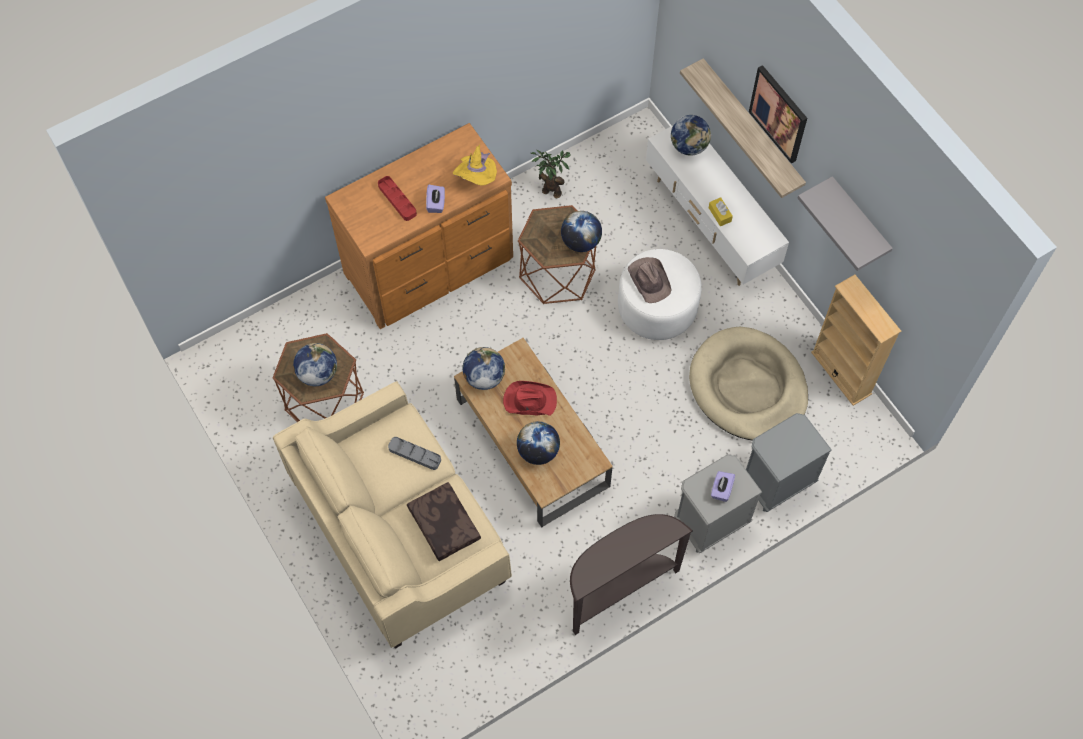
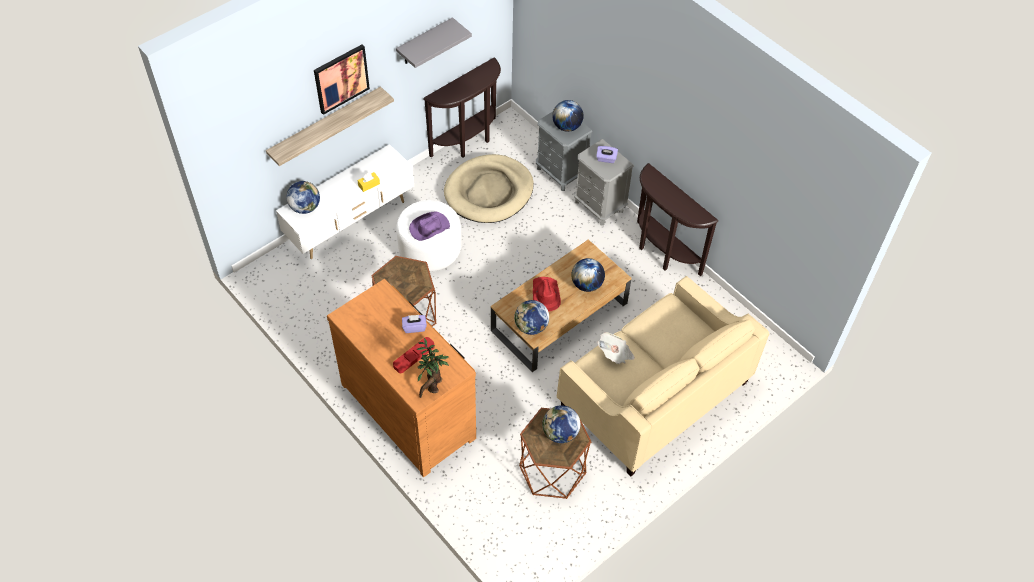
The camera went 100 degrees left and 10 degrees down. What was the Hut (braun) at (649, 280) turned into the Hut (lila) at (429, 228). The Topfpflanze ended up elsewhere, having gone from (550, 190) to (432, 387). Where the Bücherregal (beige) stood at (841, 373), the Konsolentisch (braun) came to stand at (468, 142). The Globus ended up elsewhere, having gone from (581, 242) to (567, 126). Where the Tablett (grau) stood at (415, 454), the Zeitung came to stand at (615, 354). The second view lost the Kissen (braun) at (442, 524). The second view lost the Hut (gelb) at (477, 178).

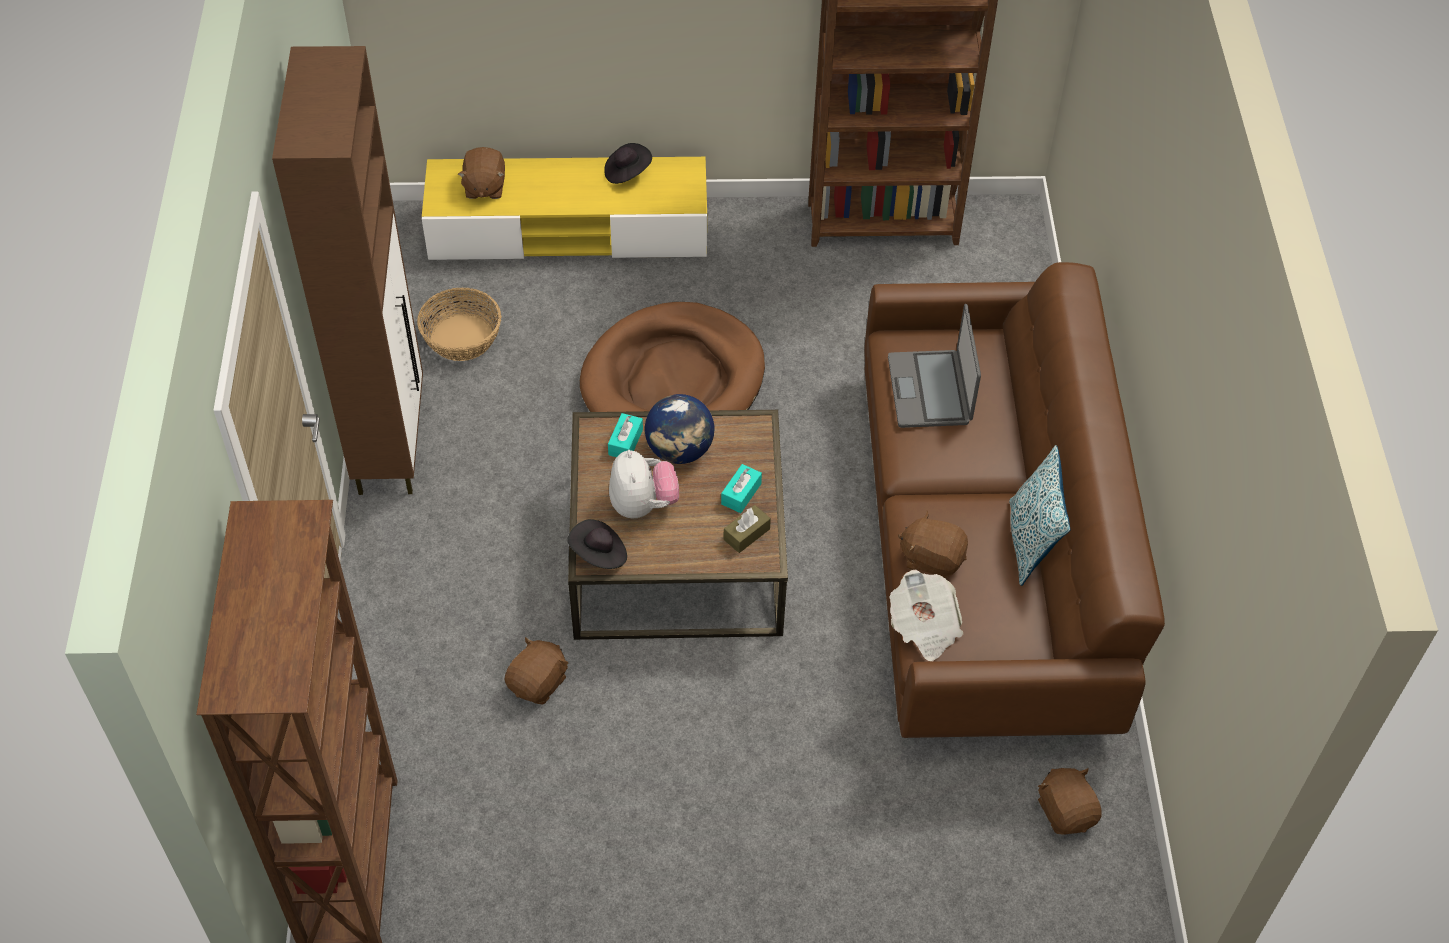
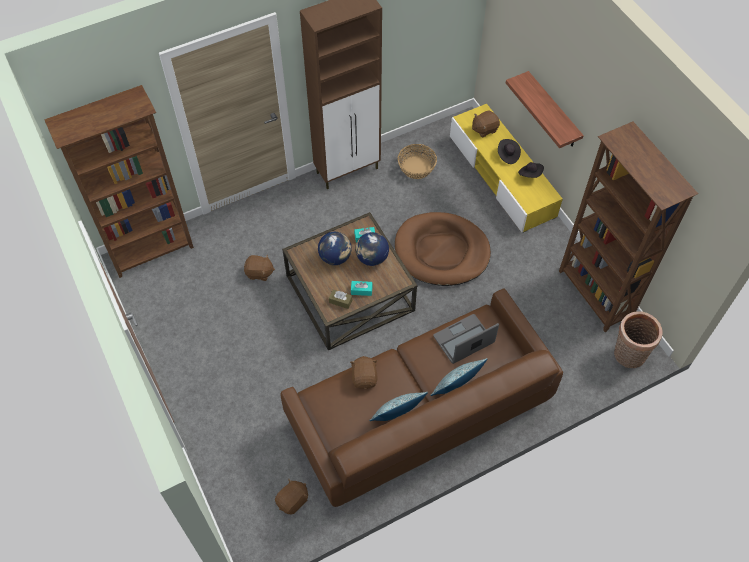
The camera went 65 degrees right and 5 degrees up. Where the Plüschtier stood at (643, 504), the Globus came to stand at (335, 257). The second view gained the Kissen at (456, 387). The Hut (schwarz) ended up elsewhere, having gone from (599, 554) to (507, 155). The second view gained the Wandregal at (553, 111). The second view gained the Korb at (627, 356). The second view lost the Zeitung at (924, 627).

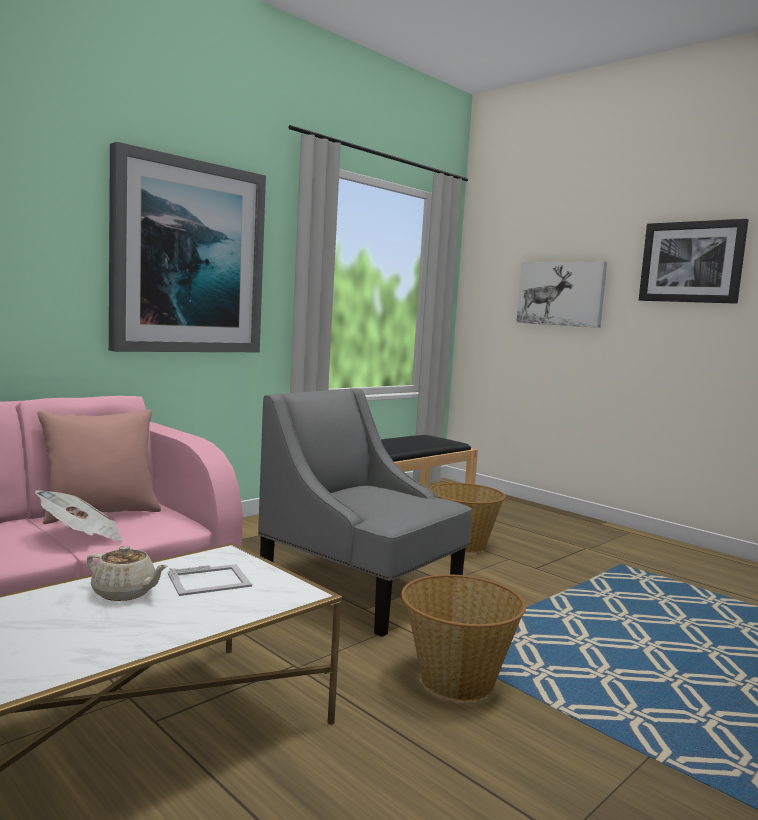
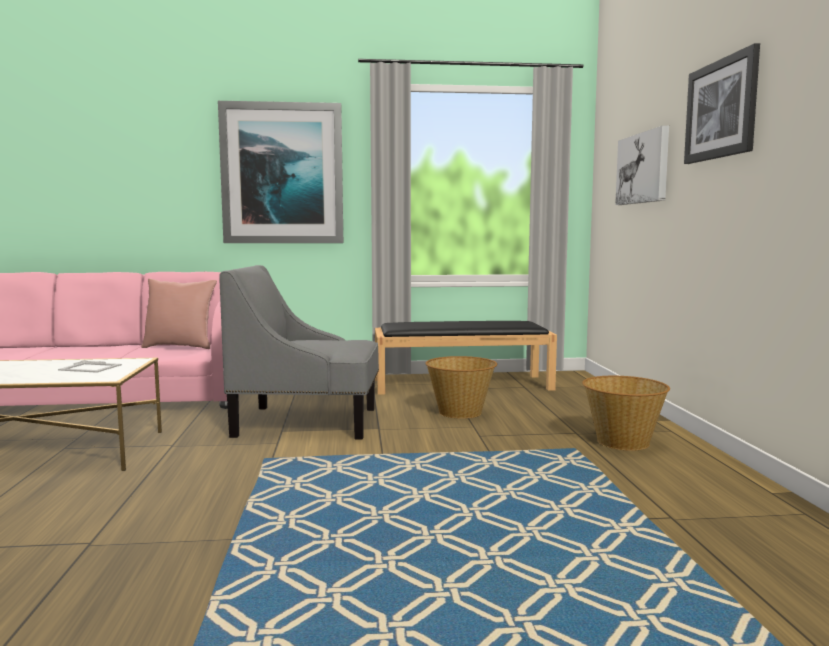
The camera went 40 degrees right and 0 degrees up. The Sessel (grau) at (361, 590) ended up facing another way, 75 degrees counterclockwise from before. The Korb ended up elsewhere, having gone from (456, 679) to (622, 442). The second view lost the Zeitung at (82, 537). The second view lost the Teekanne (beige) at (125, 593).

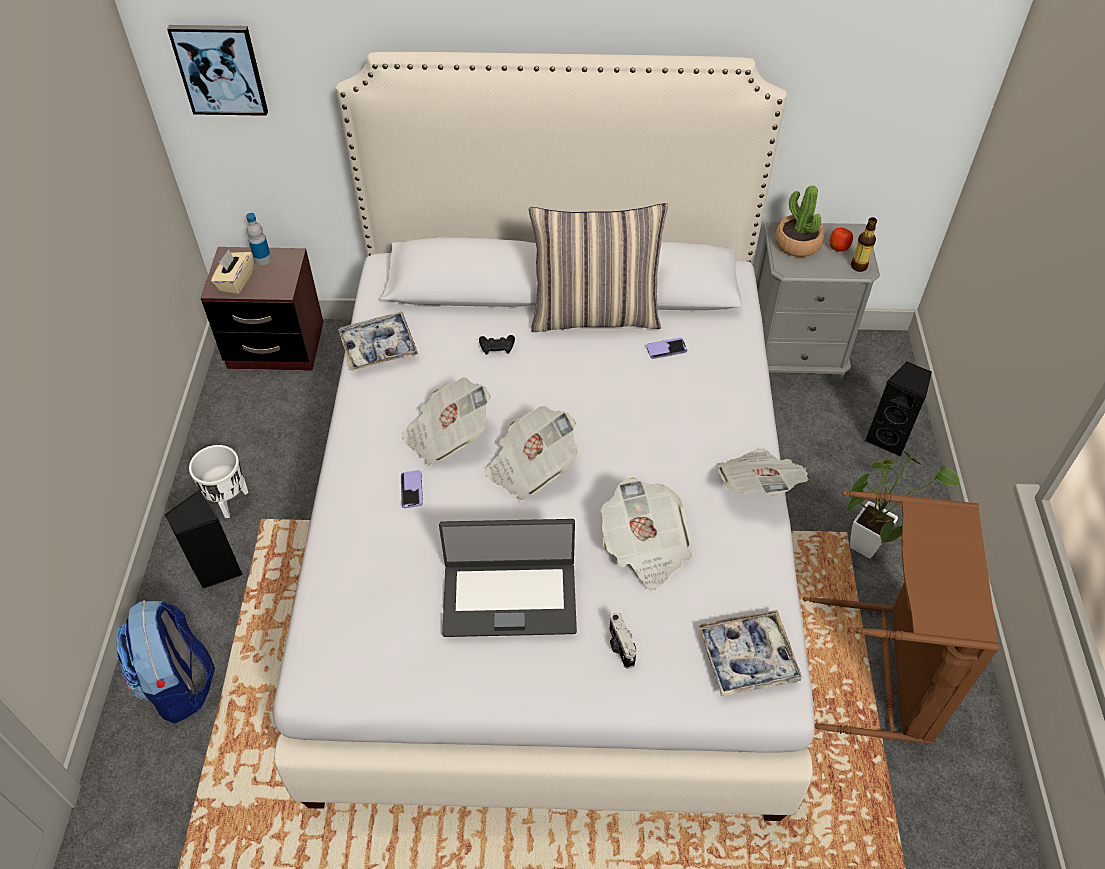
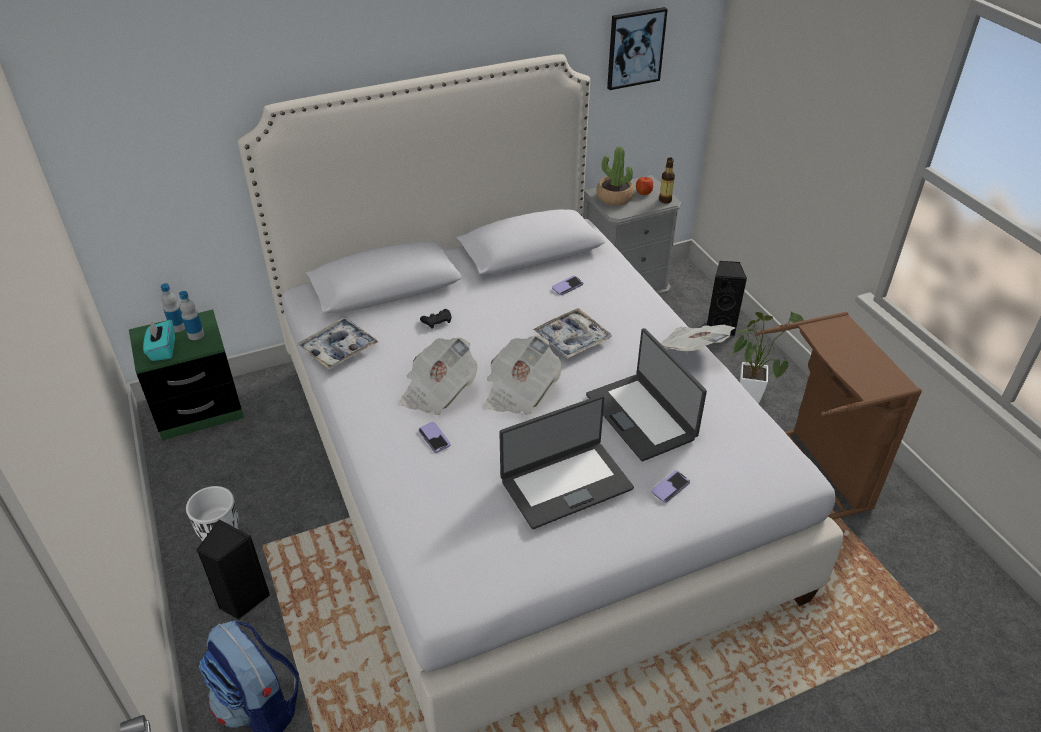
The camera went 25 degrees left and 10 degrees down. What was the Nachttisch (braun) at (276, 345) turned into the Nachttisch (grün) at (199, 409). What was the Taschentuchbox (beige) at (236, 282) turned into the Taschentuchbox (türkis) at (162, 350). The second view gained the Flasche at (196, 335). The Tablett ended up elsewhere, having gone from (747, 657) to (572, 339). Where the Zeitung stood at (645, 547), the Laptop came to stand at (641, 416). The Bild ended up elsewhere, having gone from (220, 69) to (635, 48). Where the Kamera stood at (620, 647), the Handy came to stand at (670, 487). The second view lost the Kissen at (595, 314).

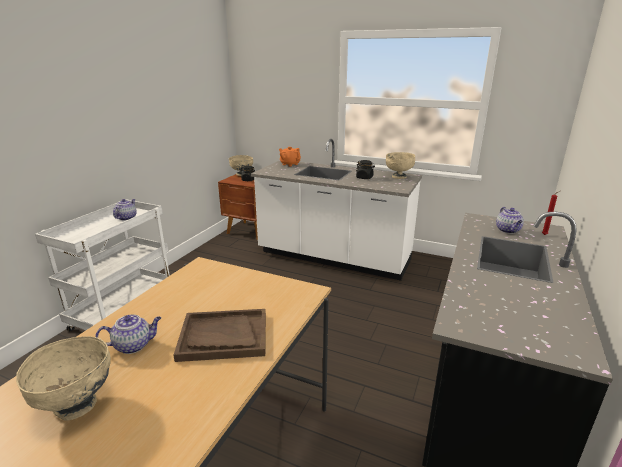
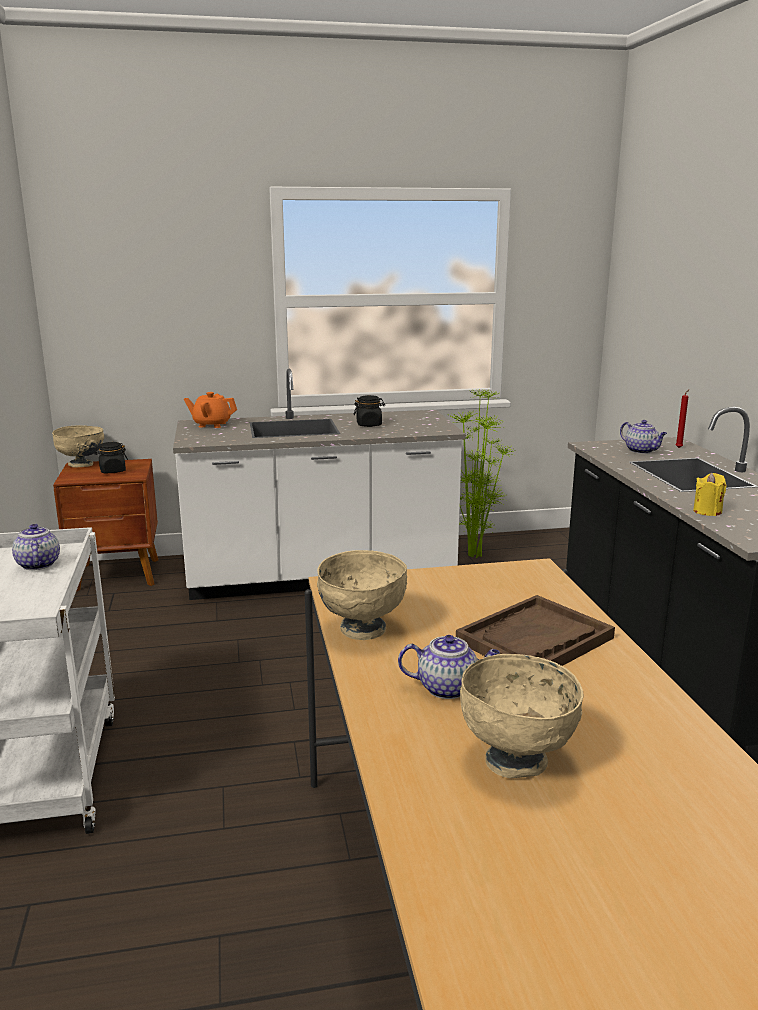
The camera went 35 degrees left and 5 degrees down. The Schüssel (beige) ended up elsewhere, having gone from (398, 177) to (361, 630). The Teekanne at (134, 345) ended up facing another way, 60 degrees clockwise from before. The second view gained the Topfpflanze at (475, 555). The second view gained the Kerze (gelb) at (707, 511).

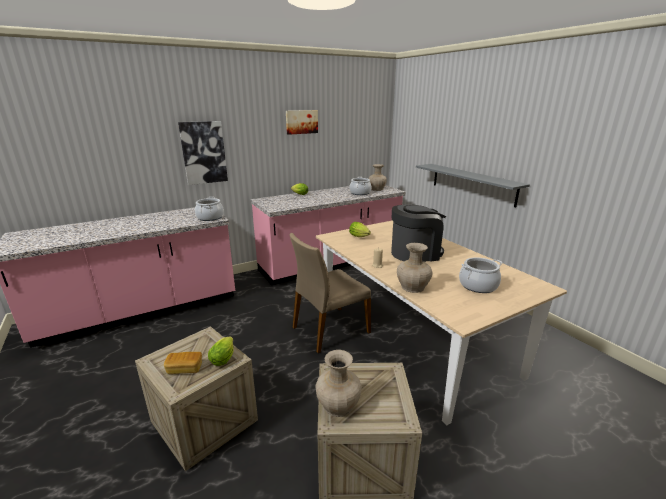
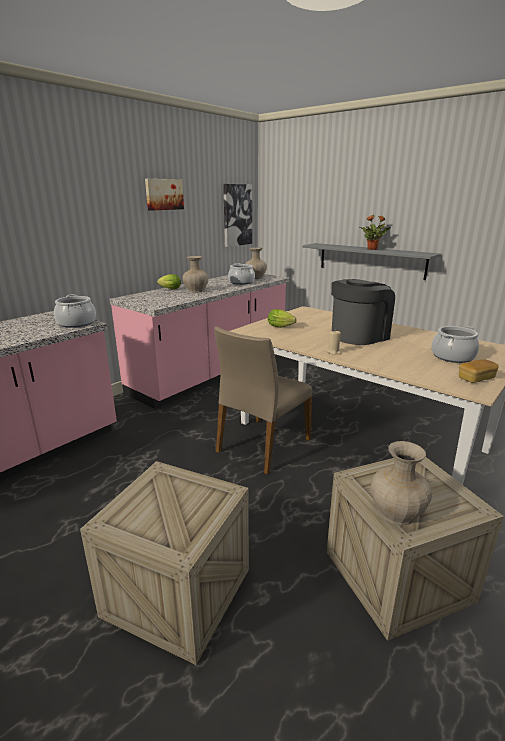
The camera went 20 degrees left and 0 degrees up. The Vase (beige) ended up elsewhere, having gone from (412, 287) to (196, 290). The Bild ended up elsewhere, having gone from (203, 152) to (237, 215). The second view gained the Topfpflanze at (372, 249). The Brot ended up elsewhere, having gone from (185, 369) to (476, 378). The second view lost the Salatkopf at (224, 357).

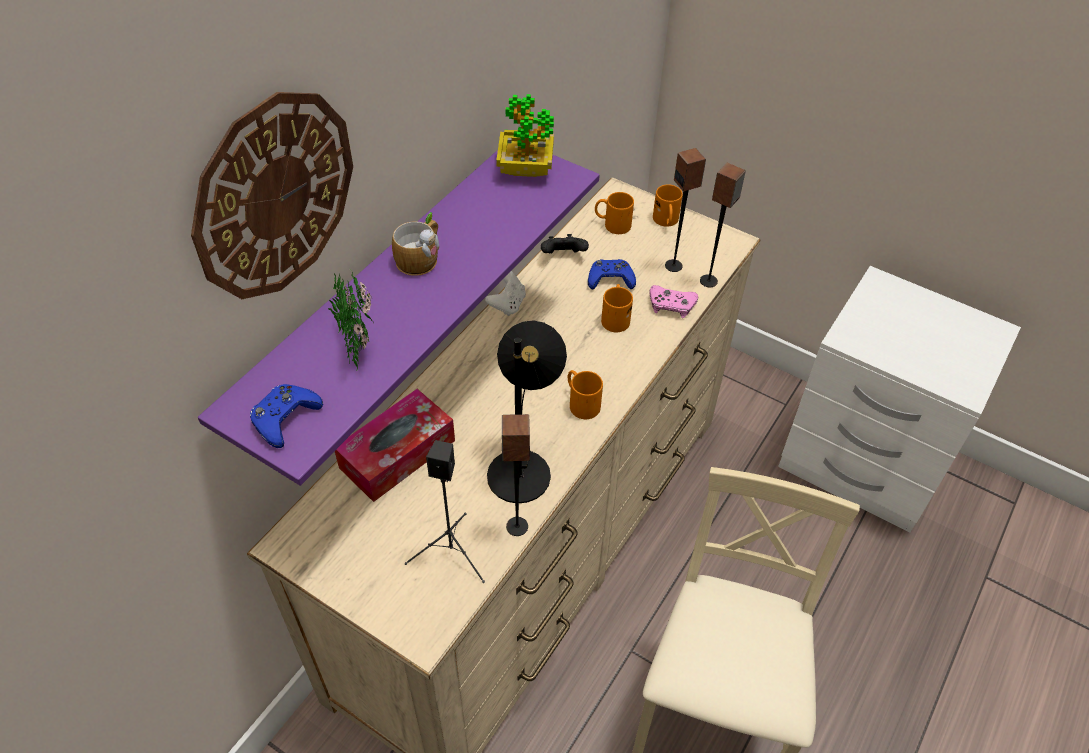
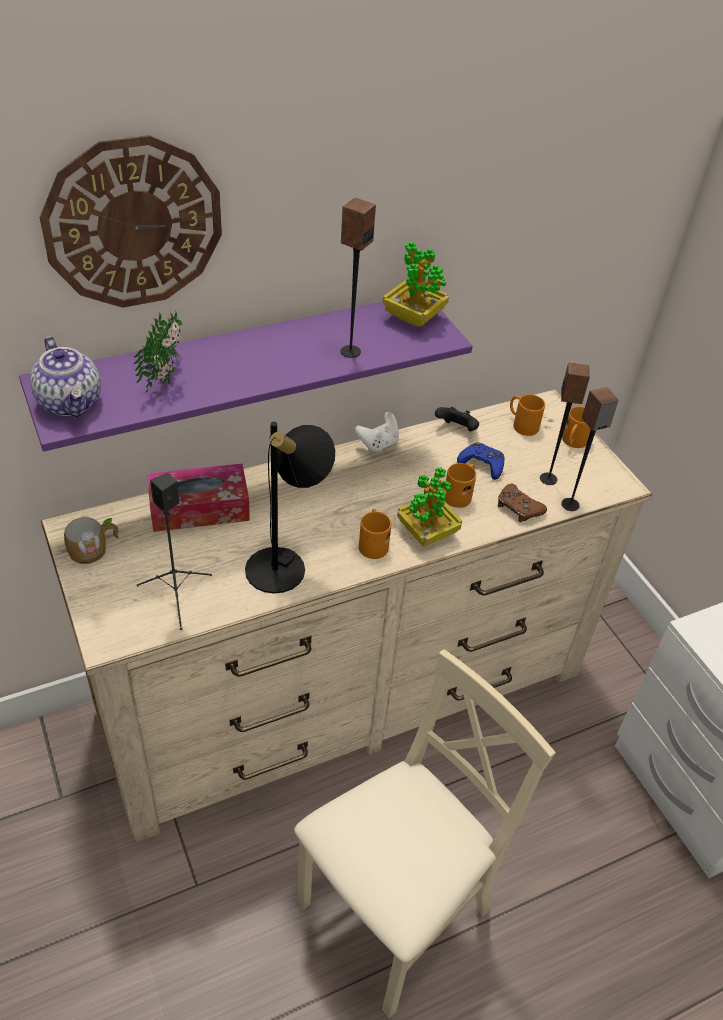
The camera went 30 degrees right and 5 degrees down. Where the Gamepad (blau) stood at (285, 418), the Teekanne came to stand at (71, 402). The Henkelbecher ended up elsewhere, having gone from (421, 257) to (95, 549). The Lautsprecher ended up elsewhere, having gone from (516, 526) to (350, 351). The second view gained the Topfpflanze at (427, 533). What was the Gamepad (rosa) at (671, 305) turned into the Gamepad (braun) at (518, 508).

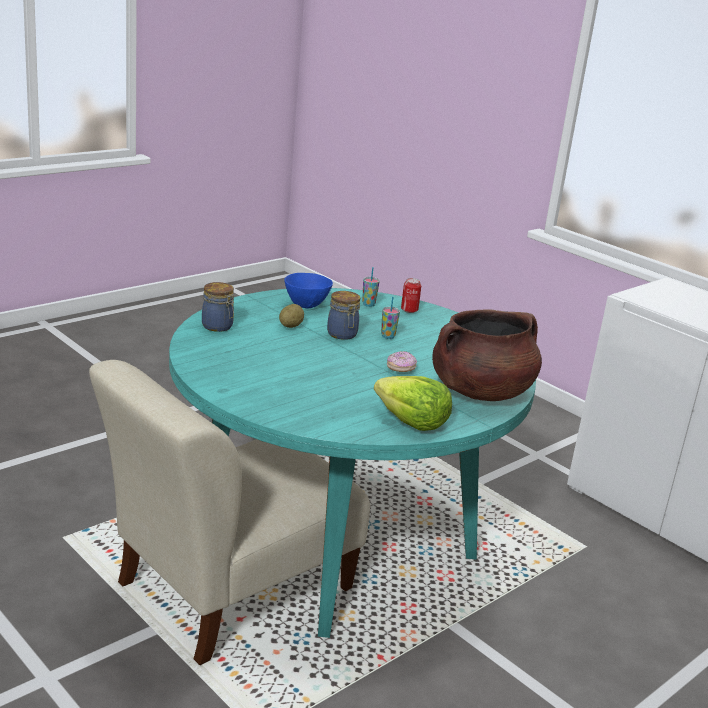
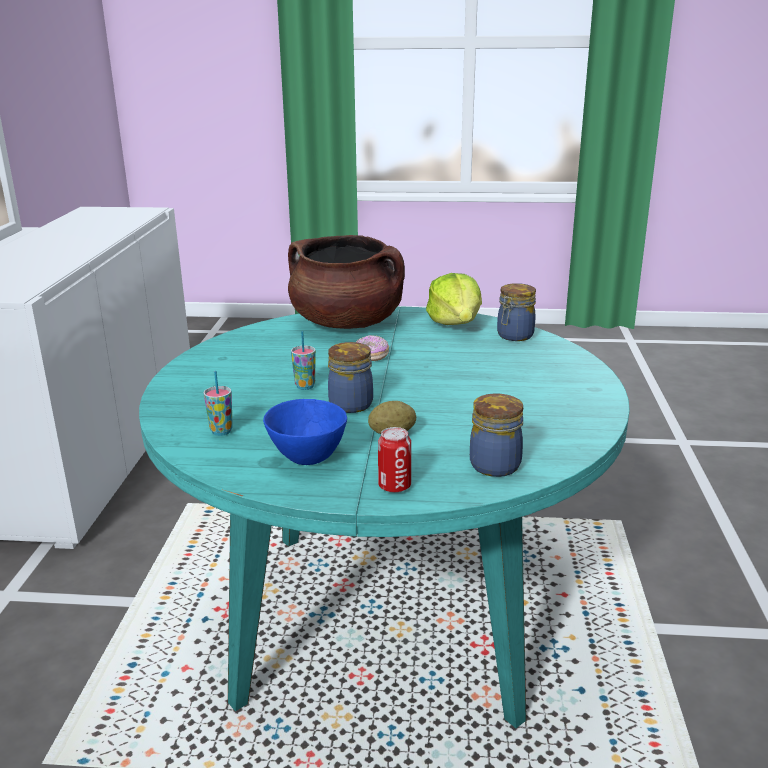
The camera went 130 degrees left and 0 degrees up. The Dose ended up elsewhere, having gone from (409, 310) to (394, 486). The second view gained the Vorratsglas at (514, 336). The second view lost the Stuhl (beige) at (227, 590).

